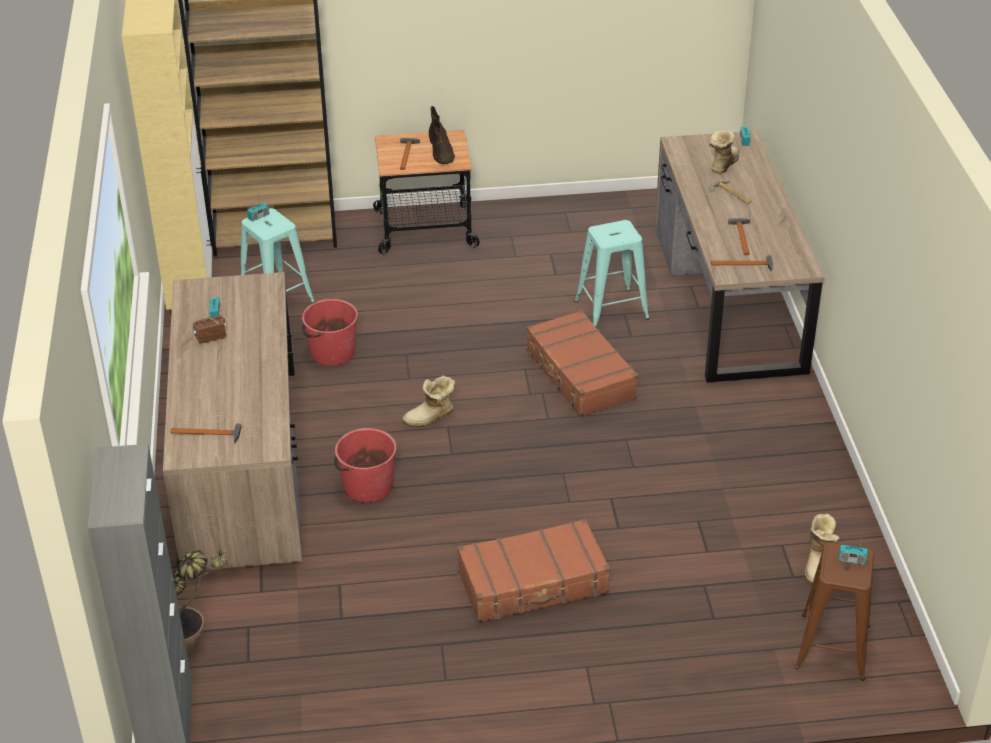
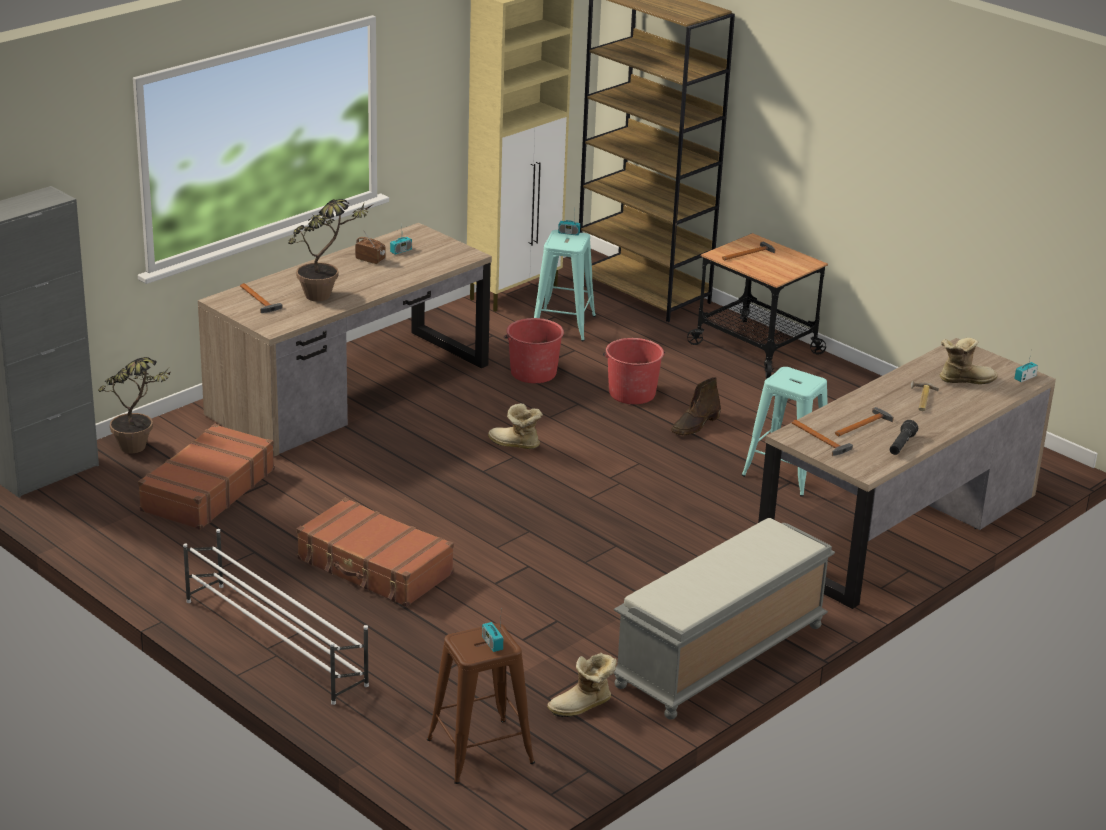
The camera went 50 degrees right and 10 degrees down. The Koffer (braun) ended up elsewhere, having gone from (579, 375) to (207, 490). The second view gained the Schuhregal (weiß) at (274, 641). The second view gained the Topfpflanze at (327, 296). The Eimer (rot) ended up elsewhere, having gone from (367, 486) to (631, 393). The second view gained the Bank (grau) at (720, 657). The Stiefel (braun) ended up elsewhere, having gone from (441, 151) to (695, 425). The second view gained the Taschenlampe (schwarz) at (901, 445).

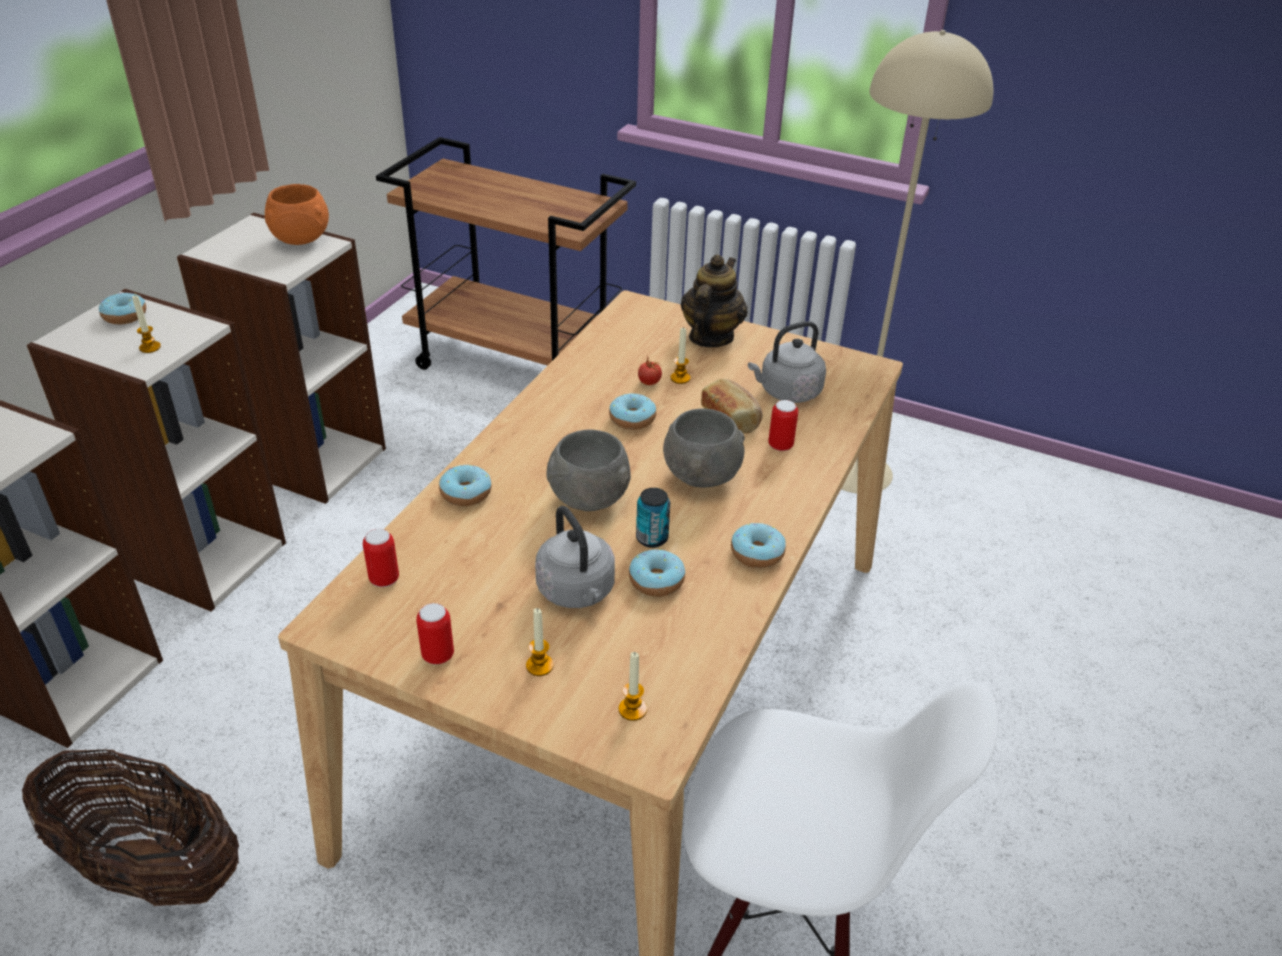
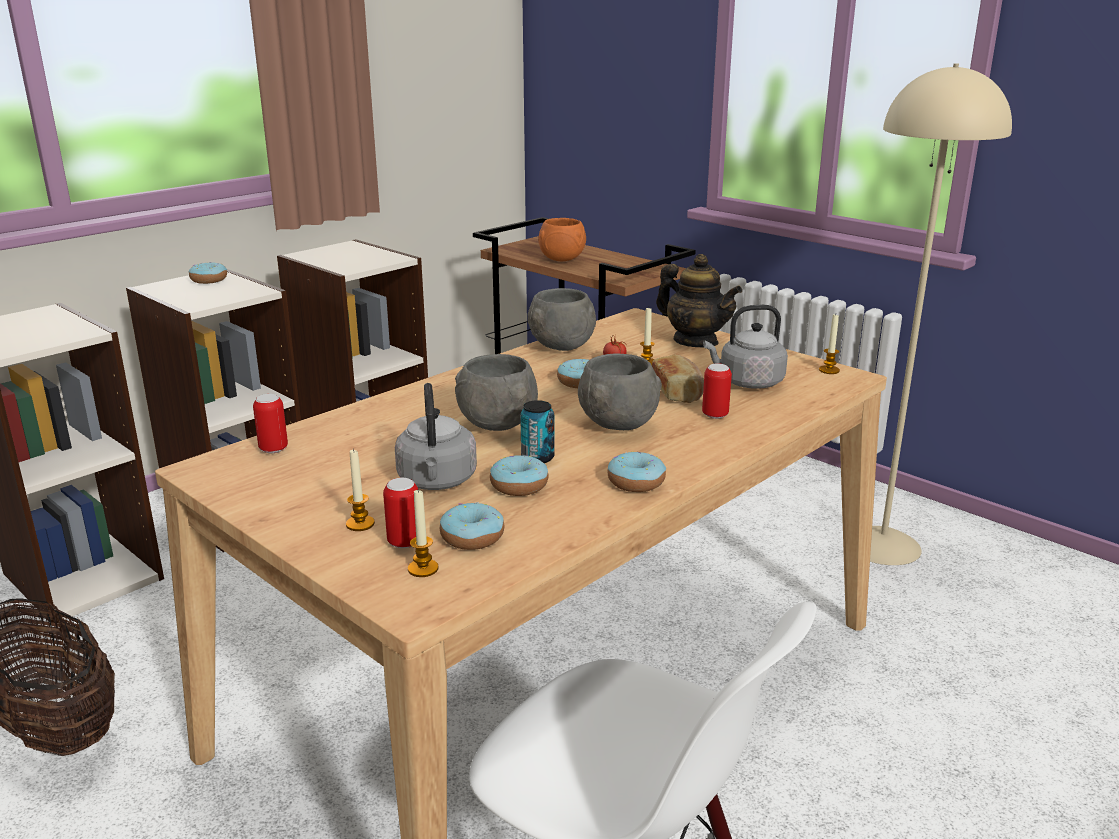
The camera went 20 degrees right and 15 degrees down. The Dose ended up elsewhere, having gone from (438, 655) to (404, 542). The Donut ended up elsewhere, having gone from (466, 493) to (472, 537). The second view gained the Schüssel (grau) at (560, 348). The Schüssel (orange) ended up elsewhere, having gone from (301, 240) to (562, 260). The Teekanne at (710, 337) ended up facing another way, 90 degrees clockwise from before. The Kerze ended up elsewhere, having gone from (150, 347) to (829, 370).

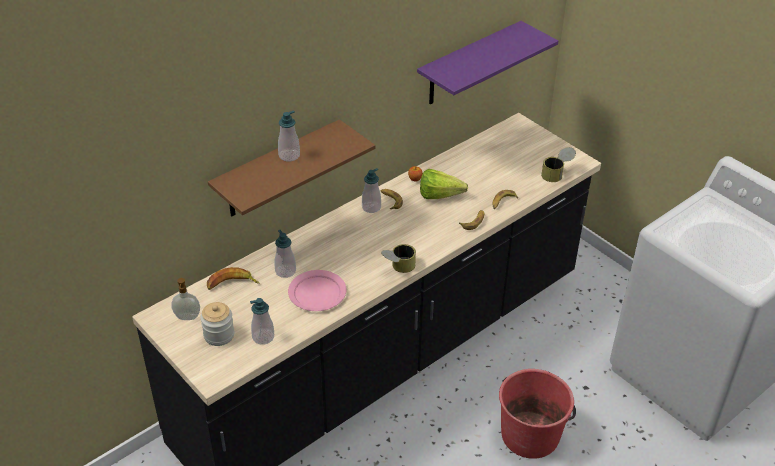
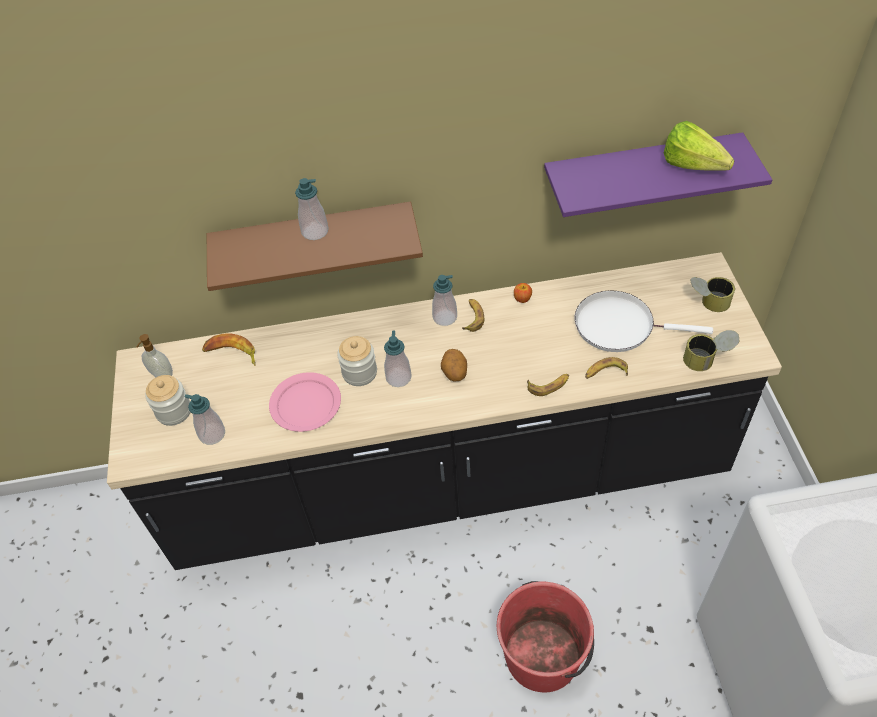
The camera went 35 degrees right and 10 degrees up. The second view gained the Vorratsglas at (359, 372). The Seifenspender ended up elsewhere, having gone from (285, 271) to (398, 377). The second view gained the Kartoffel at (454, 373). The second view gained the Pfanne (weiß) at (619, 325). The Salatkopf ended up elsewhere, having gone from (443, 196) to (696, 168). The Dose ended up elsewhere, having gone from (398, 268) to (707, 303).

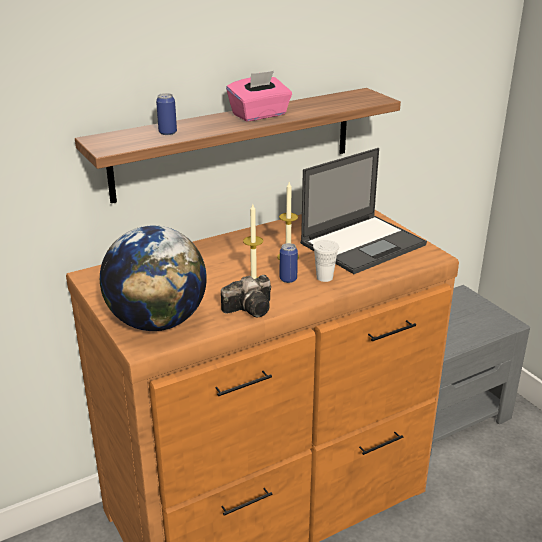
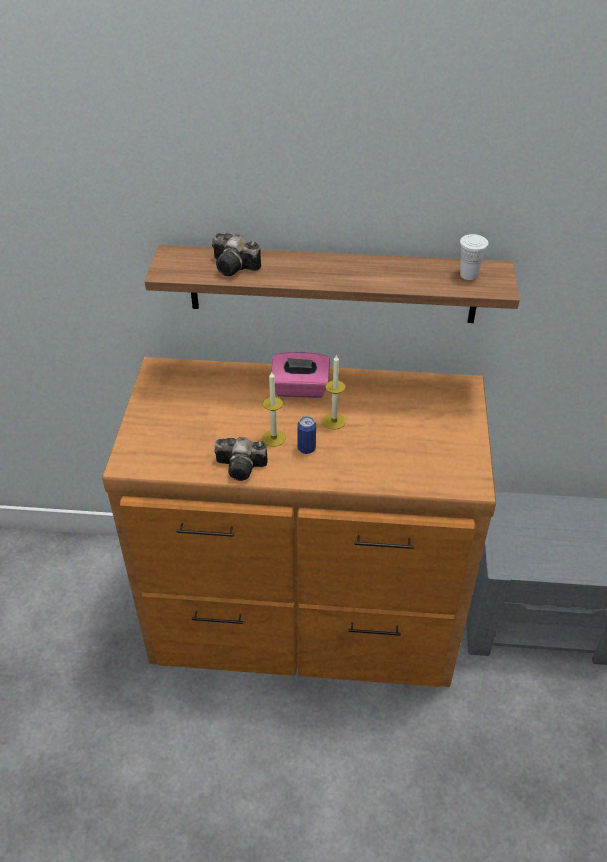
The camera went 35 degrees right and 15 degrees up. Where the Dose stood at (167, 132), the Kamera came to stand at (236, 267). The Taschentuchbox (rosa) ended up elsewhere, having gone from (259, 115) to (300, 389). The Tasse (weiß) ended up elsewhere, having gone from (324, 277) to (468, 275). The second view lost the Globus at (157, 322). The second view lost the Laptop at (363, 243).

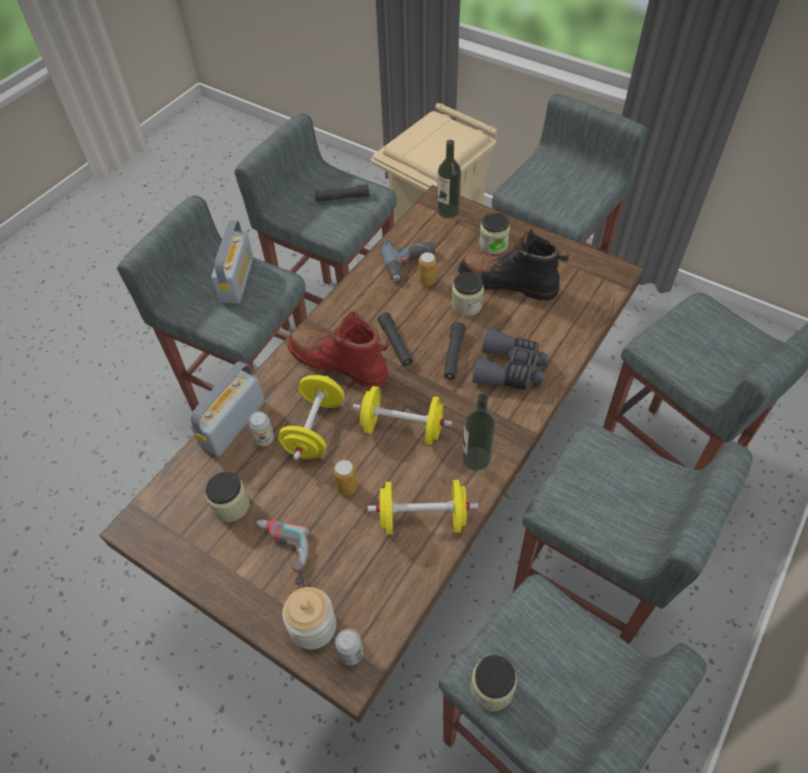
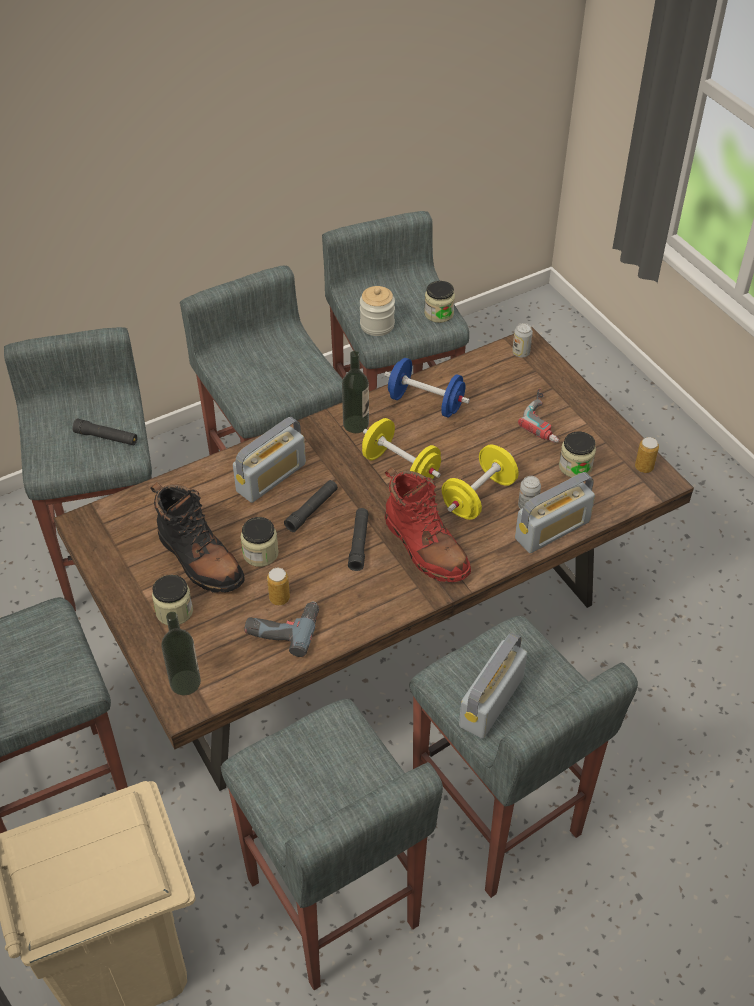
The camera went 155 degrees left and 5 degrees down. The Taschenlampe (schwarz) ended up elsewhere, having gone from (342, 198) to (106, 437). Where the Fernglas (grau) stood at (510, 369), the Radio came to stand at (271, 477). The Vorratsglas ended up elsewhere, having gone from (312, 626) to (377, 325). What was the Hantel (gelb) at (422, 518) turned into the Hantel (blau) at (426, 403). The Dose ended up elsewhere, having gone from (347, 487) to (644, 467).

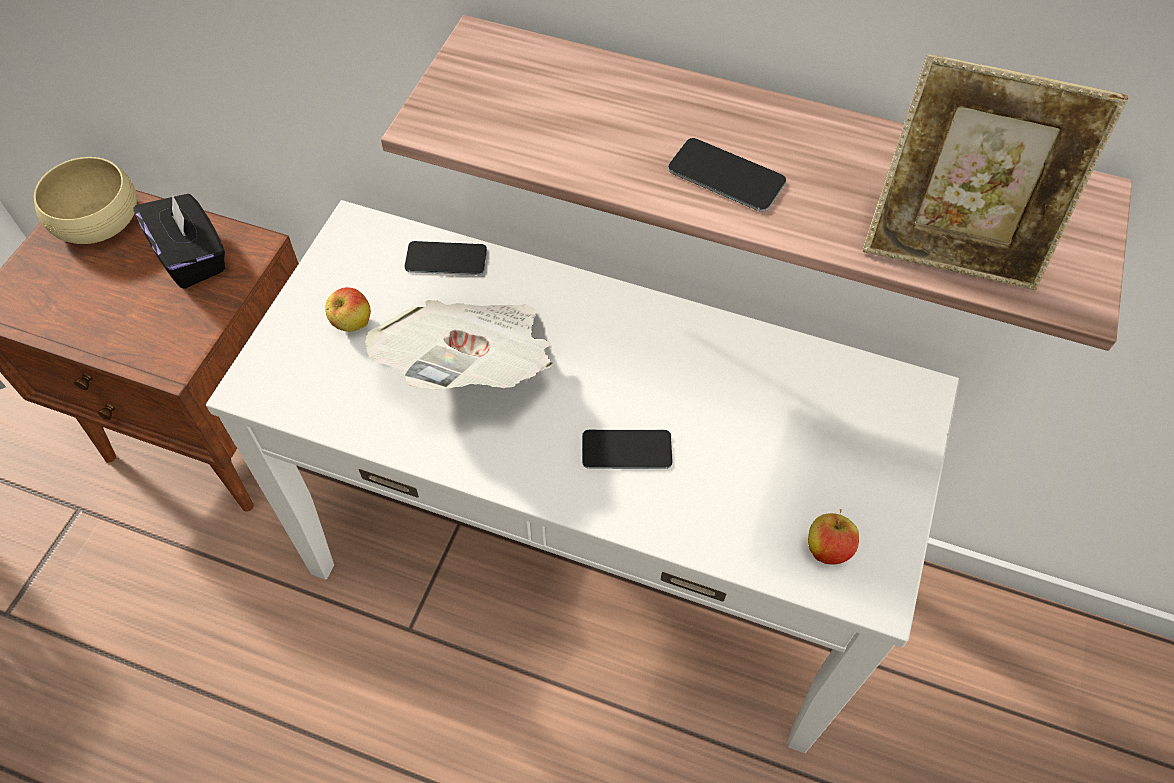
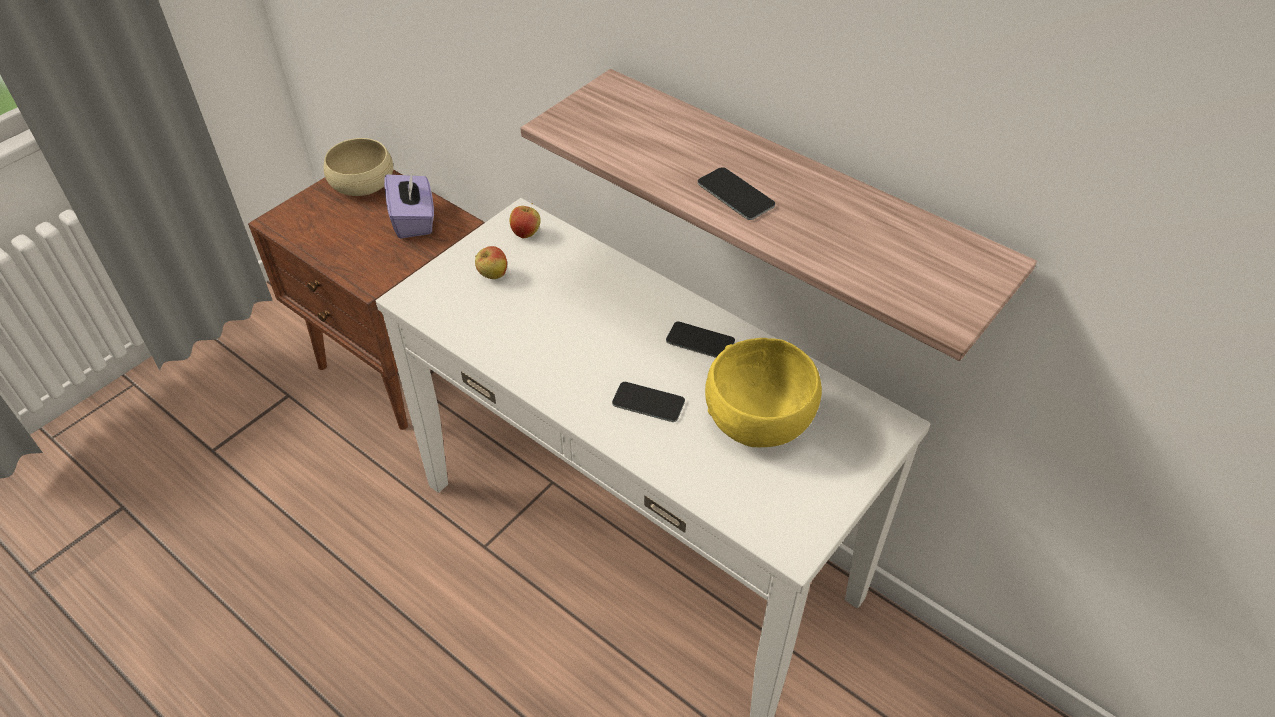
The camera went 20 degrees right and 10 degrees down. What was the Taschentuchbox (schwarz) at (192, 257) turned into the Taschentuchbox (lila) at (414, 220). The Apfel ended up elsewhere, having gone from (827, 549) to (526, 233). The Handy ended up elsewhere, having gone from (446, 259) to (700, 341). The second view gained the Schüssel (gelb) at (760, 420). The second view lost the Zeitung at (472, 367). The second view lost the Bilderrahmen at (952, 247).

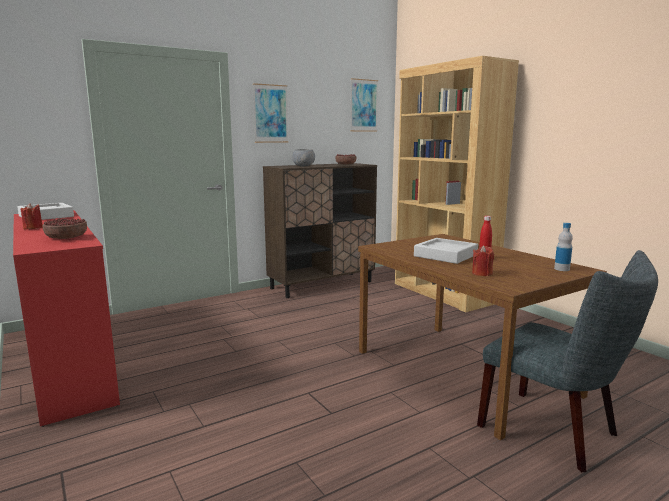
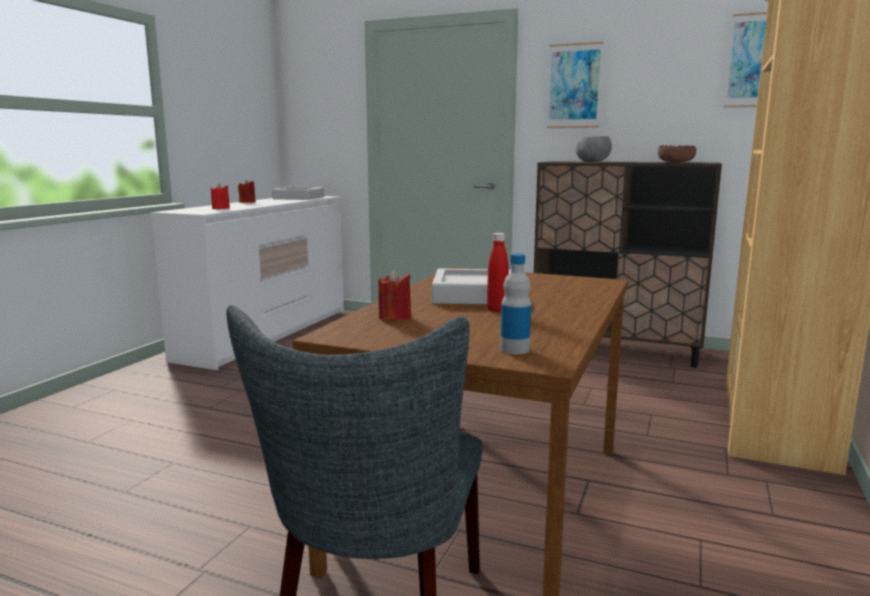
The camera went 55 degrees right and 0 degrees up. What was the Kommode (rot) at (69, 363) turned into the Kommode (weiß) at (267, 334). Where the Schüssel stood at (66, 237), the Kerze (rot) came to stand at (221, 208).

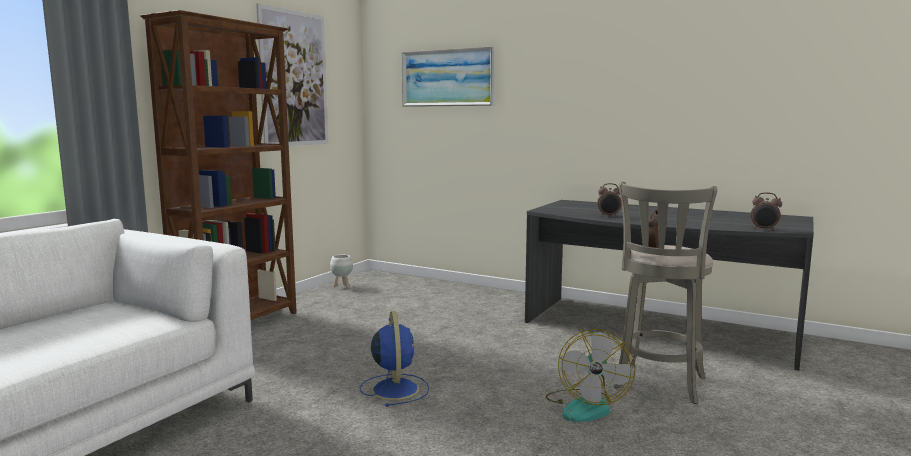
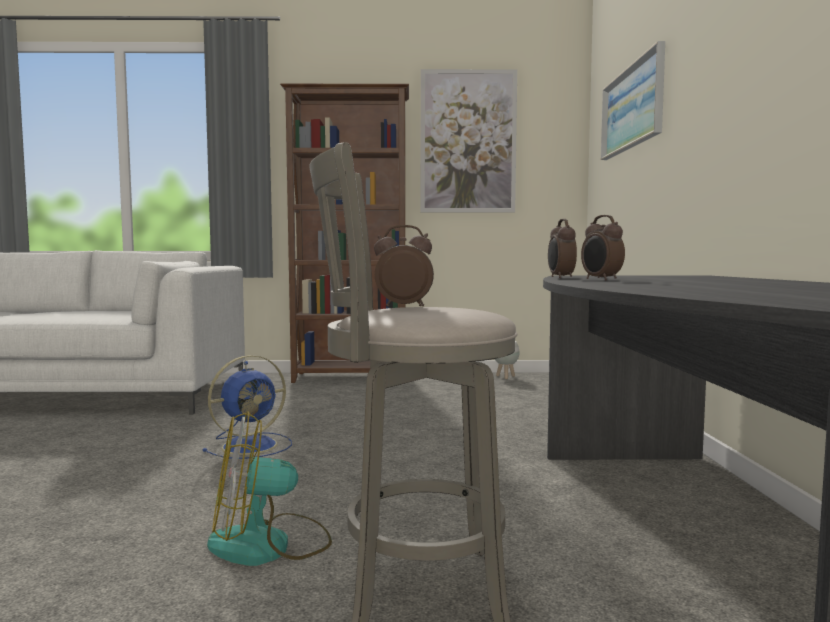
The camera went 60 degrees right and 5 degrees down. The Wecker ended up elsewhere, having gone from (764, 230) to (560, 277).

